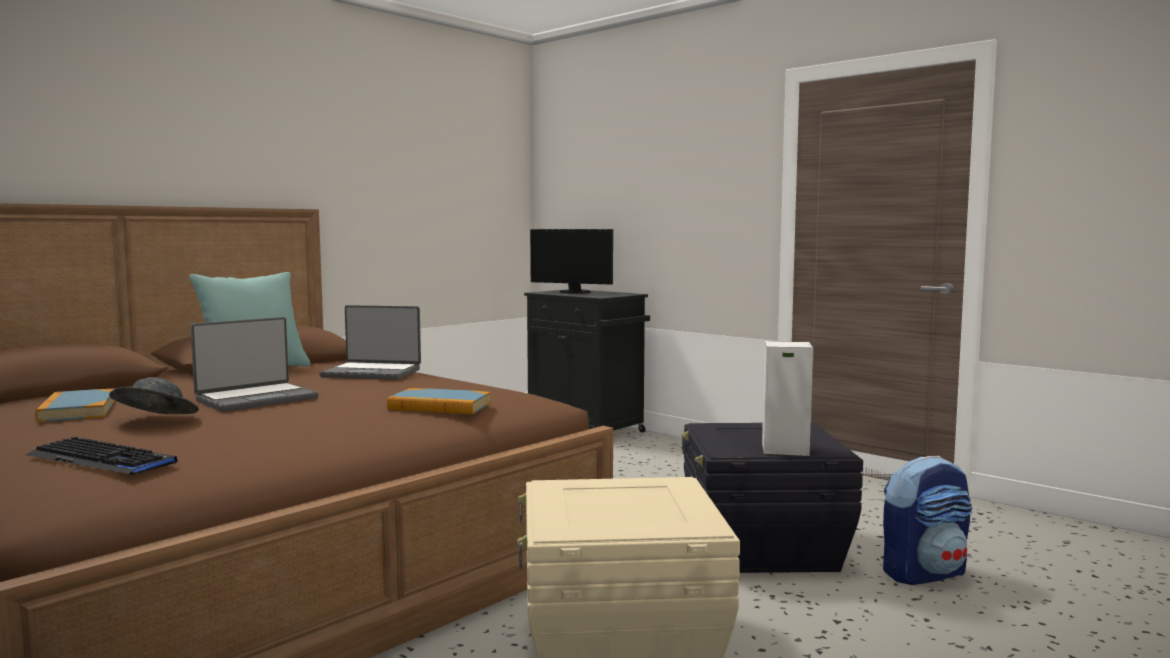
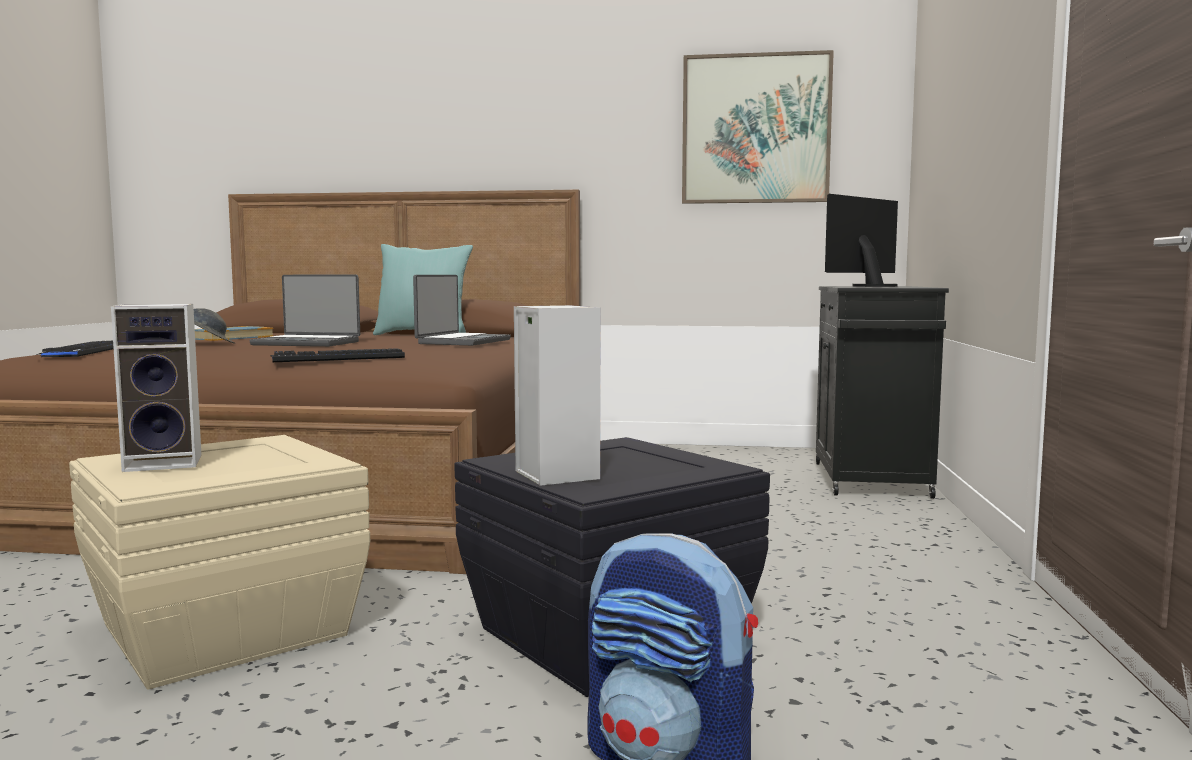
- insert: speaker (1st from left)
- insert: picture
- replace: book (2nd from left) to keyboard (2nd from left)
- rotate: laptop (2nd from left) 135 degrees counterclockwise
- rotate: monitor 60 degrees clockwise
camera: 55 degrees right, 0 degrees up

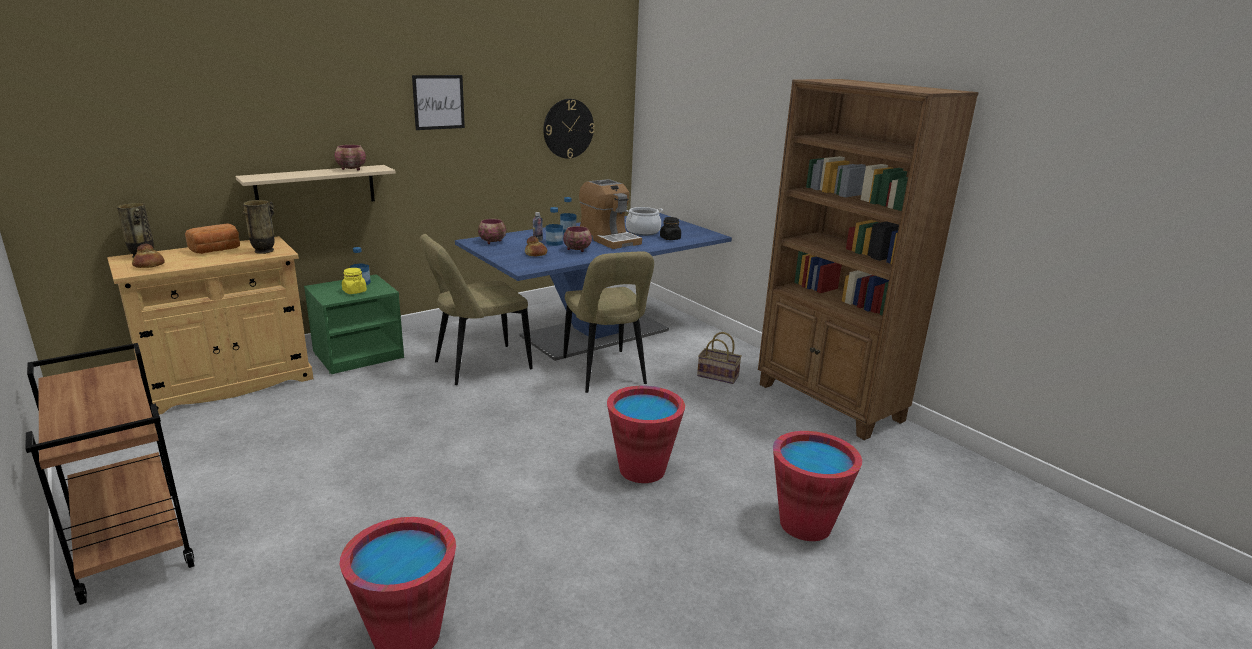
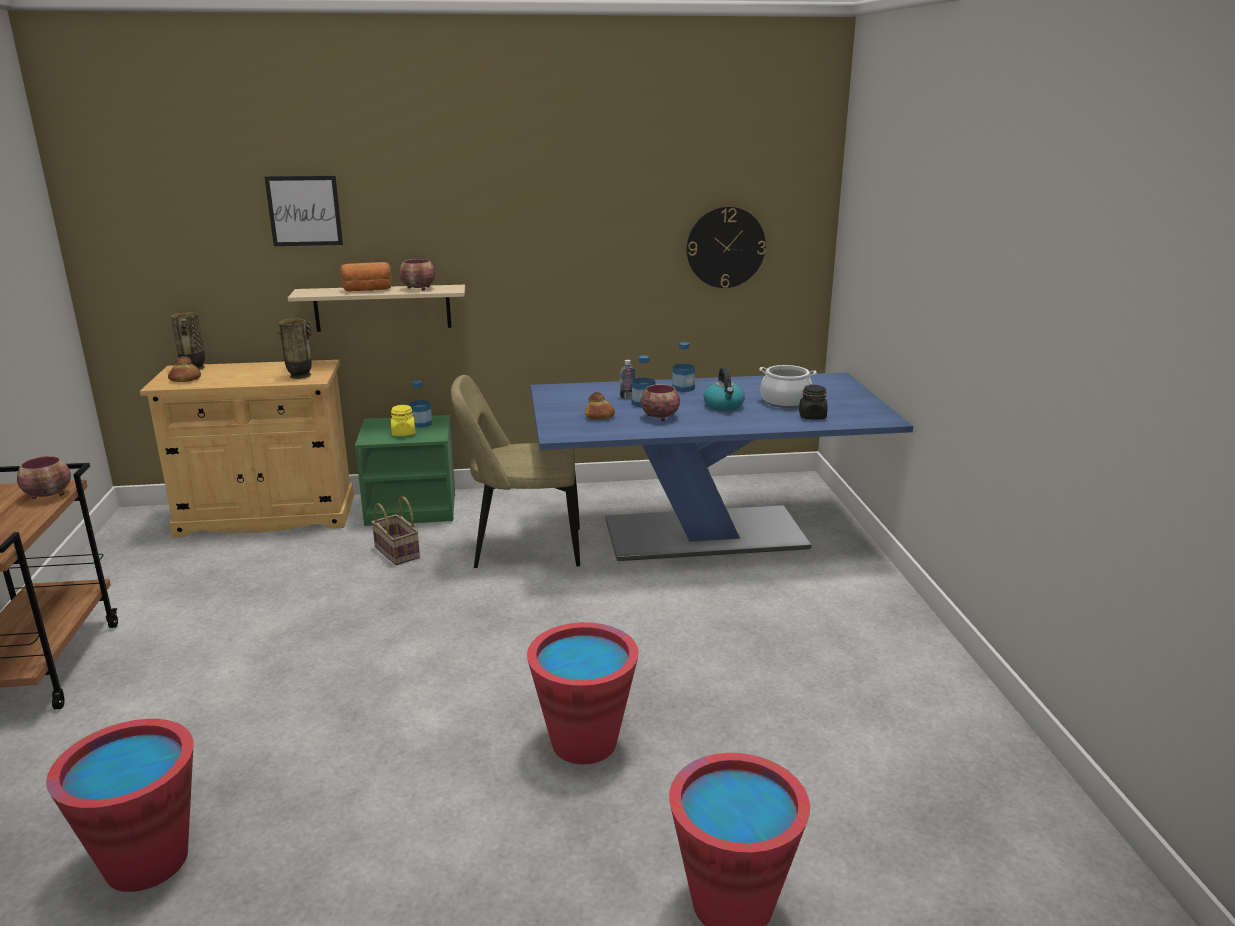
- delete: beige chair (2nd from left)
- delete: brown bookcase
- move: bread (2nd from left)
- move: picture
- move: bowl (2nd from left in the first image) to bowl (1st from left)
- move: basket
- replace: coffee machine to kettle
camera: 30 degrees right, 0 degrees up

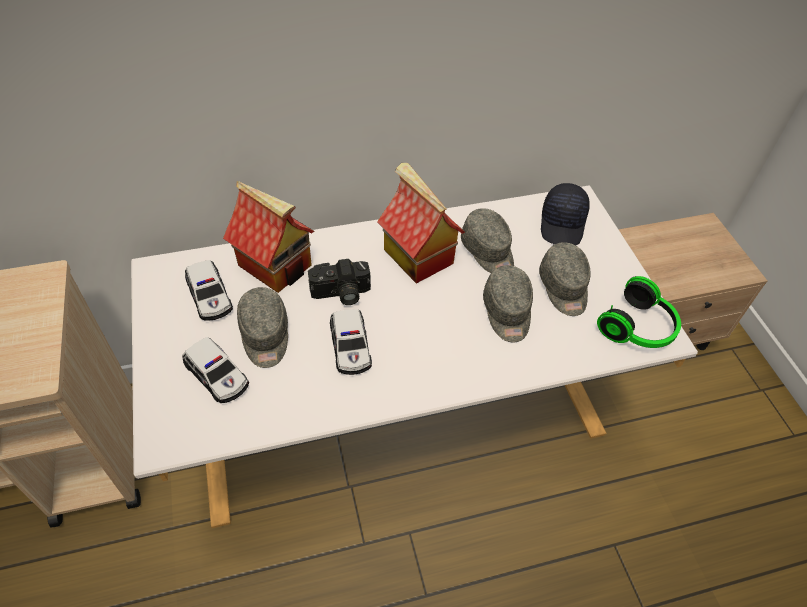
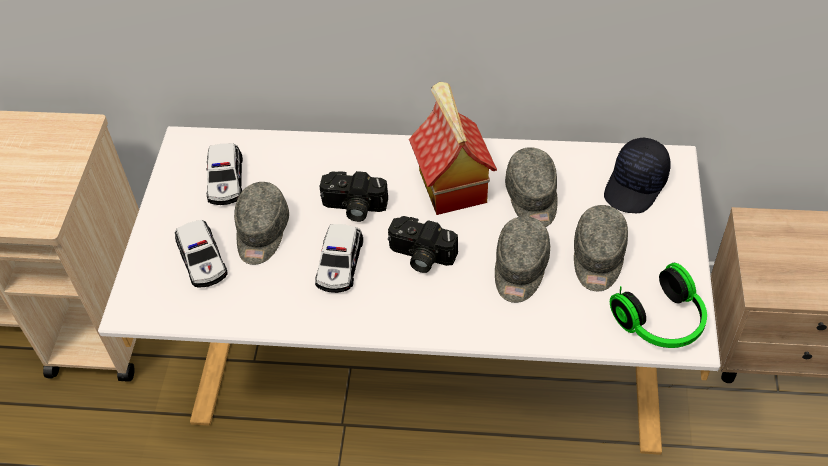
- delete: toy house (1st from left)
- insert: photo camera (2nd from left)
camera: 25 degrees right, 0 degrees up

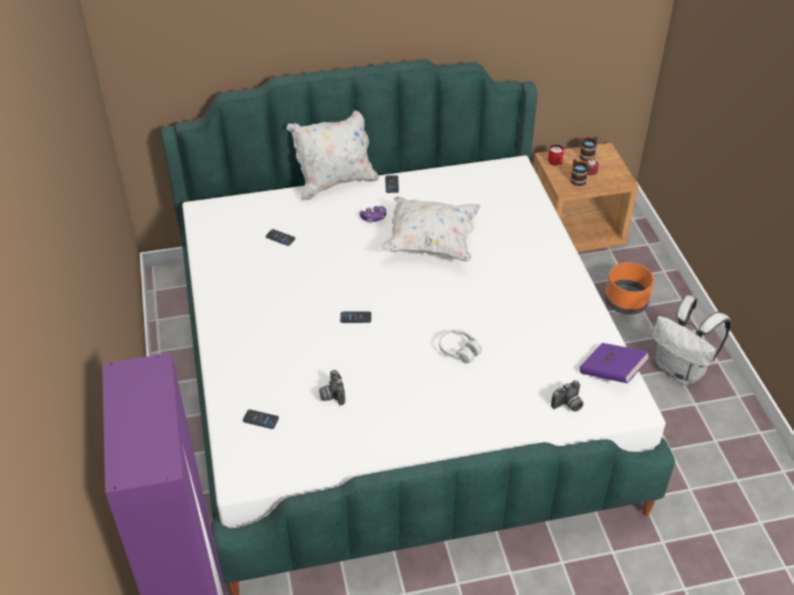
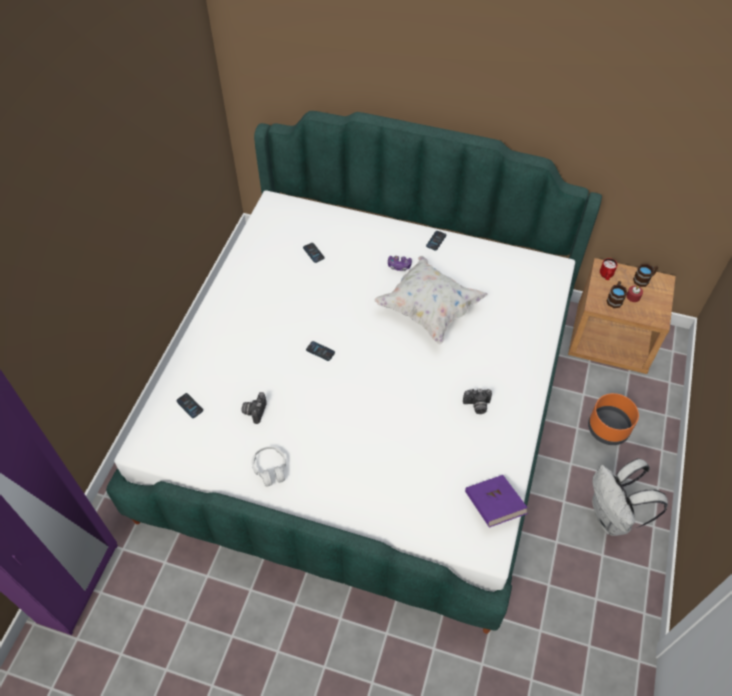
- delete: white pillow (1st from left)
- move: white headphones
- move: photo camera (2nd from left)
camera: 30 degrees right, 10 degrees up

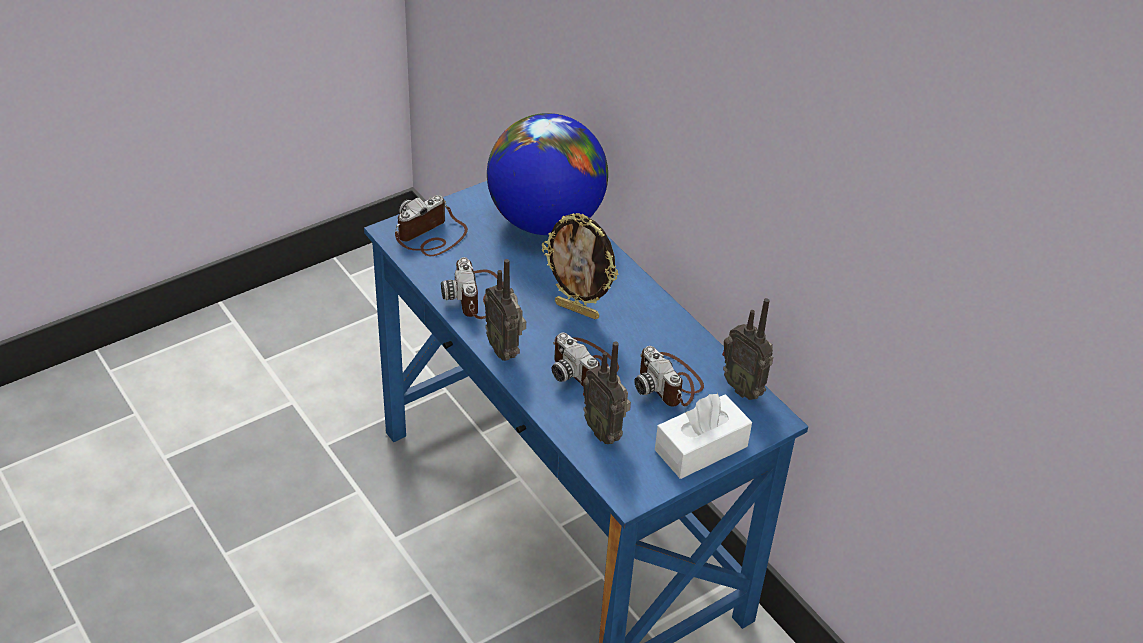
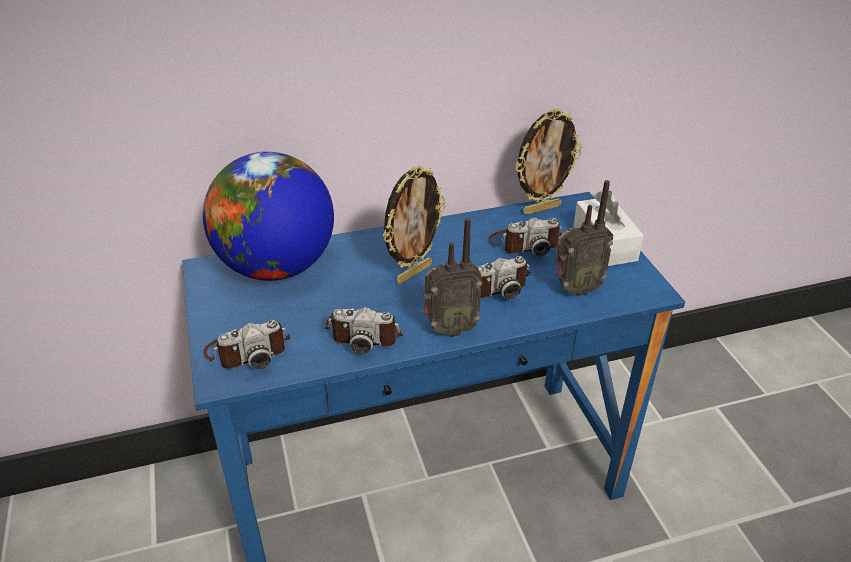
- replace: radio (3rd from left) to picture frame (2nd from left)
- rotate: photo camera (1st from left) 90 degrees counterclockwise
camera: 70 degrees left, 5 degrees down

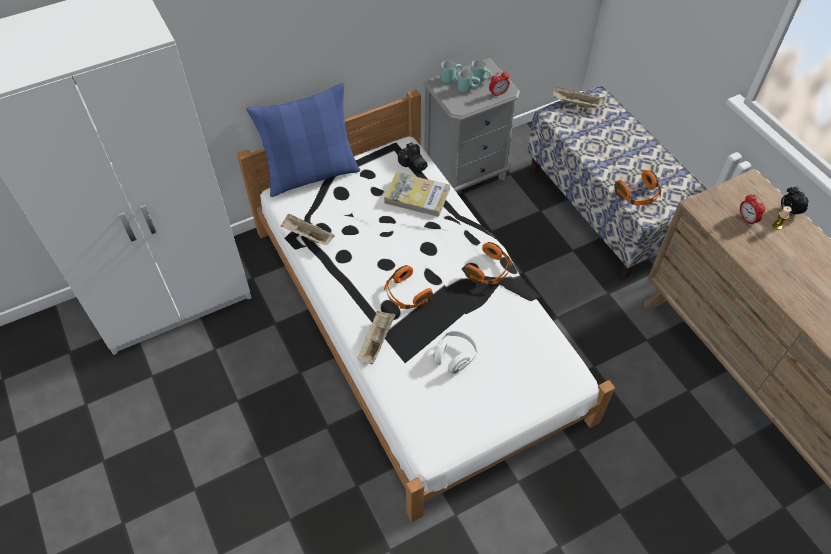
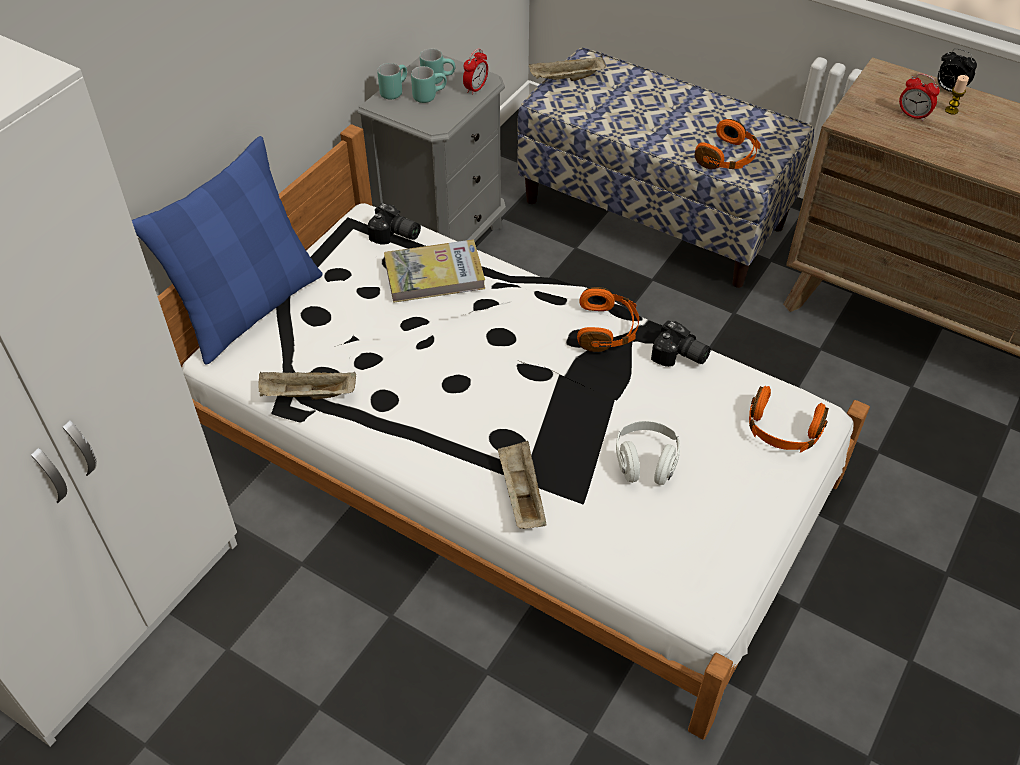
- insert: photo camera (2nd from left)
- move: orange headphones (1st from left in the first image) to orange headphones (3rd from left)
camera: 30 degrees left, 5 degrees down

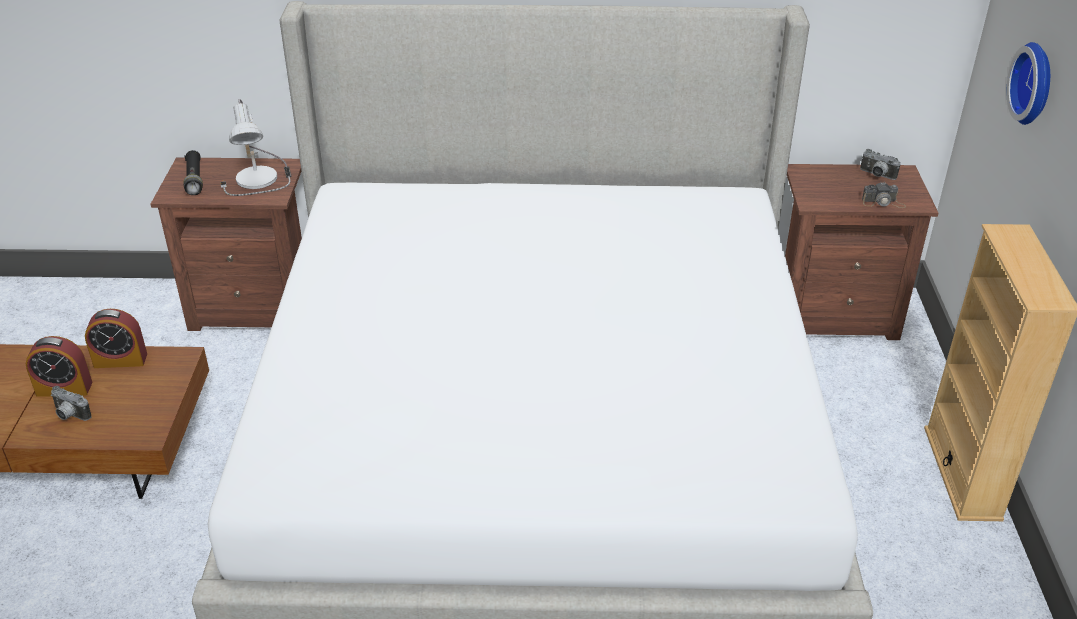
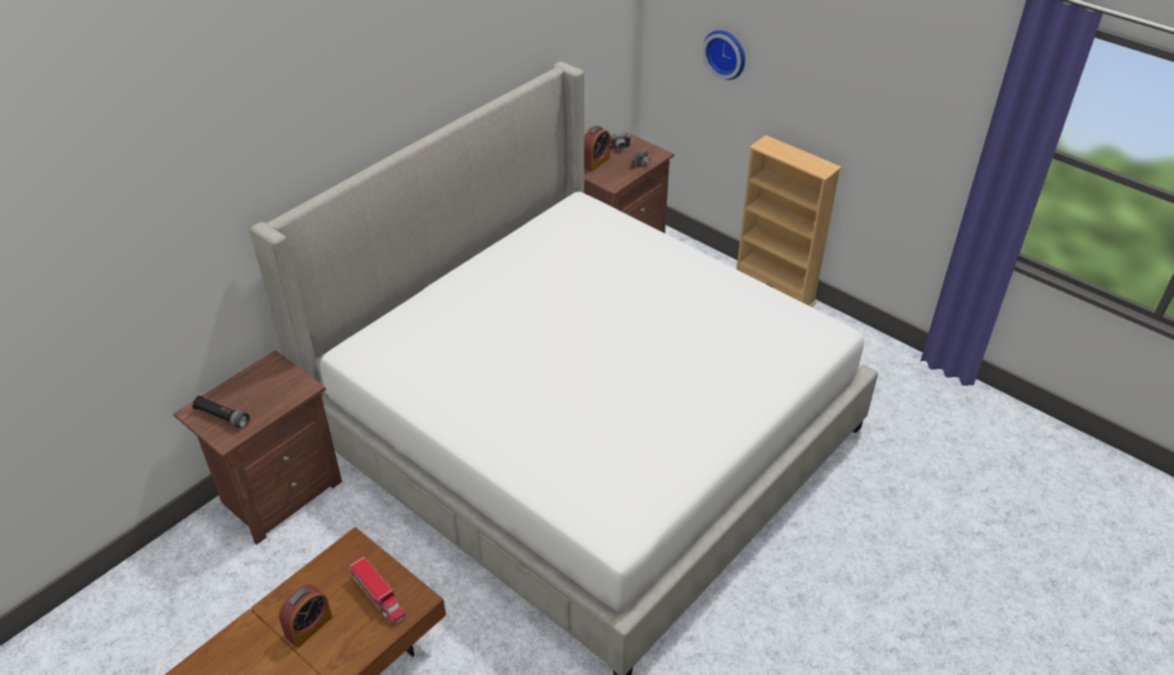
- delete: photo camera (1st from left)
- delete: table lamp
- insert: toy truck
- move: alarm clock (2nd from left)
camera: 50 degrees left, 5 degrees up

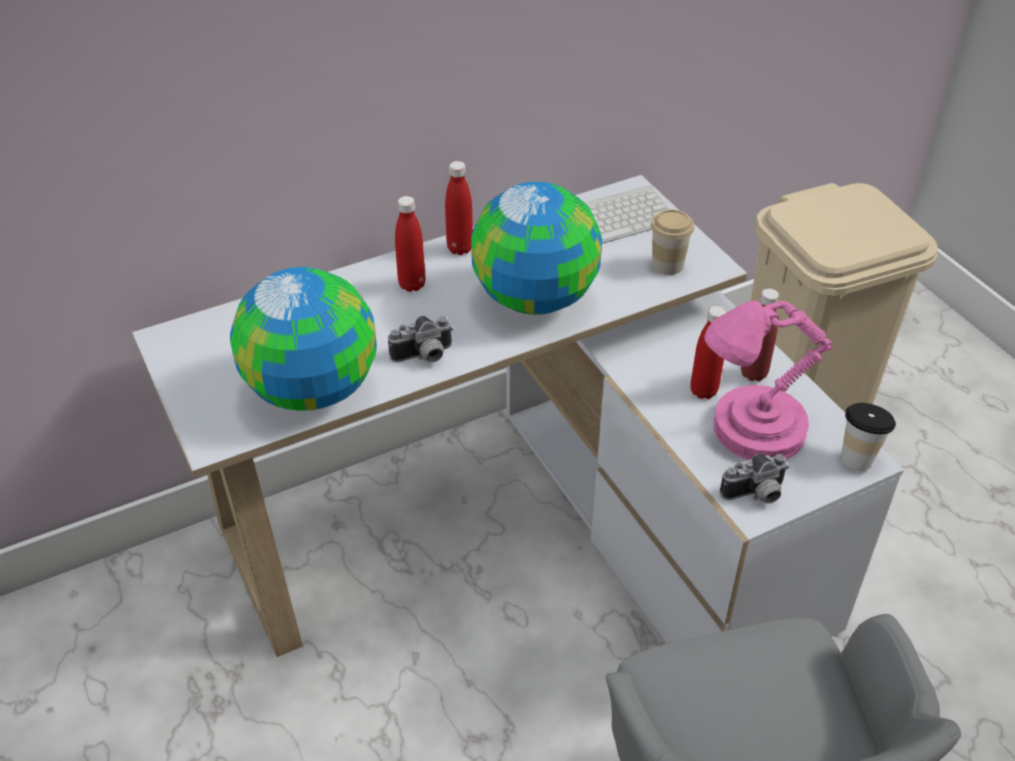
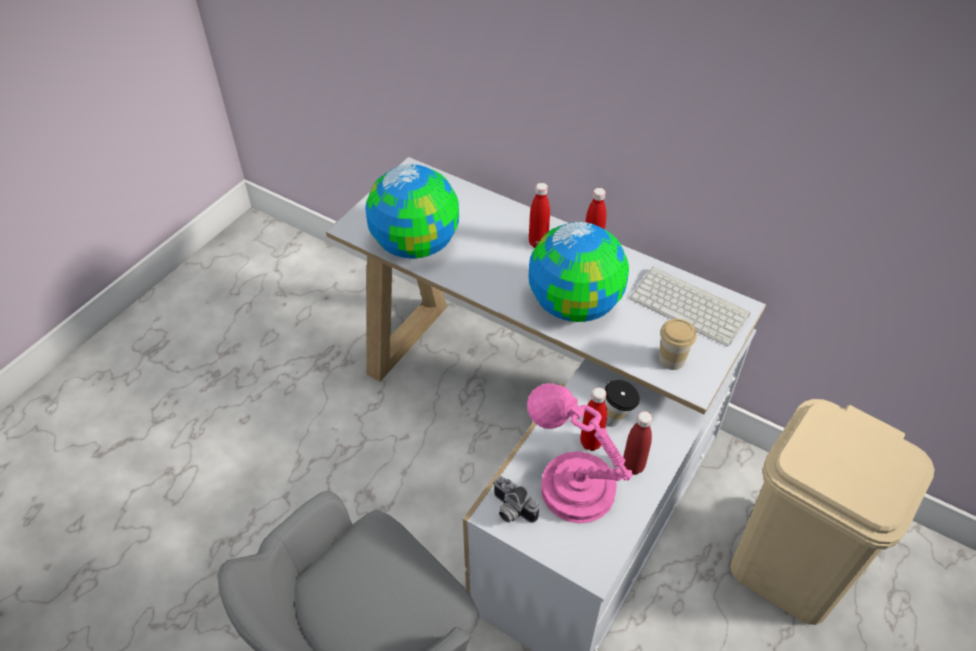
- delete: photo camera (1st from left)
- move: cup (2nd from left in the first image) to cup (1st from left)
camera: 60 degrees right, 5 degrees up

